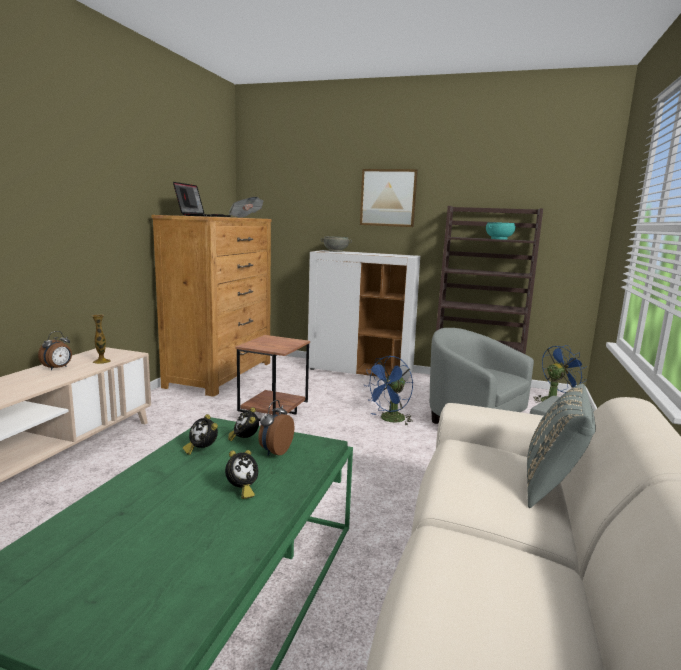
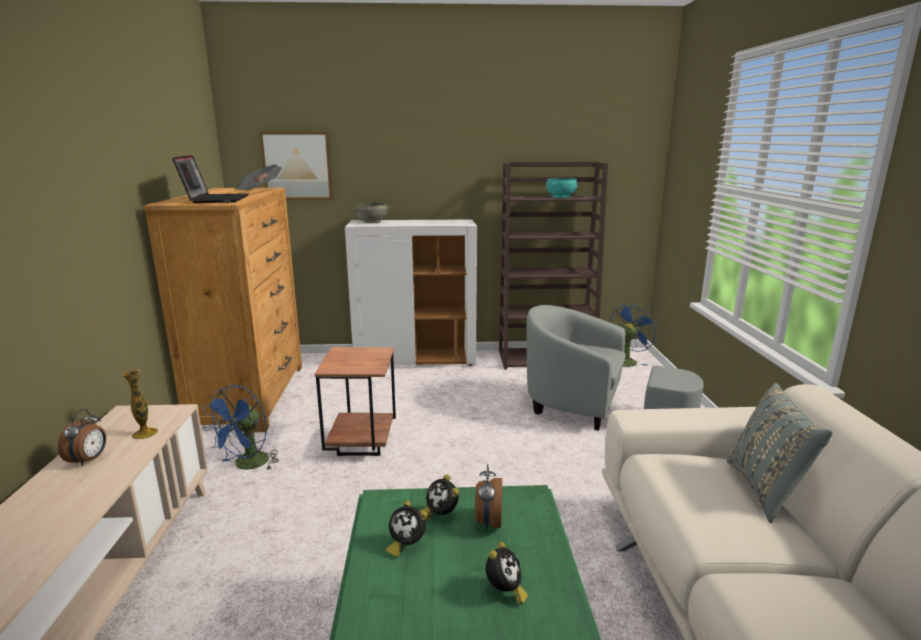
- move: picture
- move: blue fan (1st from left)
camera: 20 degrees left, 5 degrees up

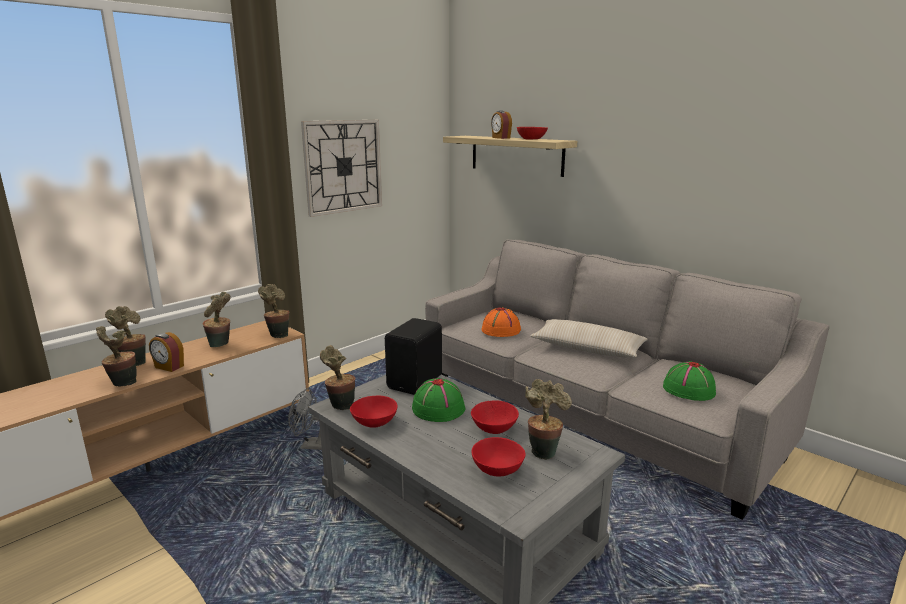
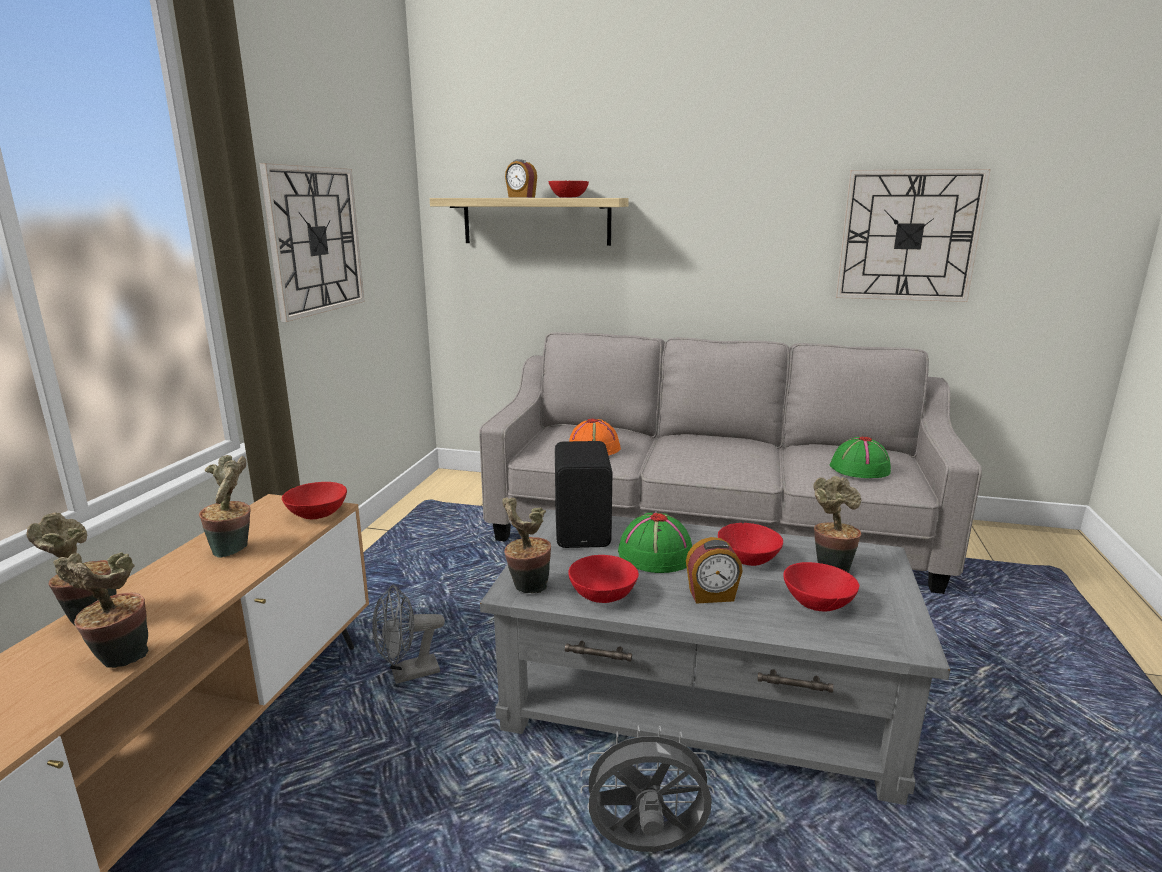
- delete: beige pillow
- insert: grey fan (2nd from left)
- insert: wall clock (2nd from left)
- move: alarm clock (1st from left in the first image) to alarm clock (2nd from left)
- replace: potted plant (4th from left) to red bowl (1st from left)
camera: 30 degrees left, 0 degrees up

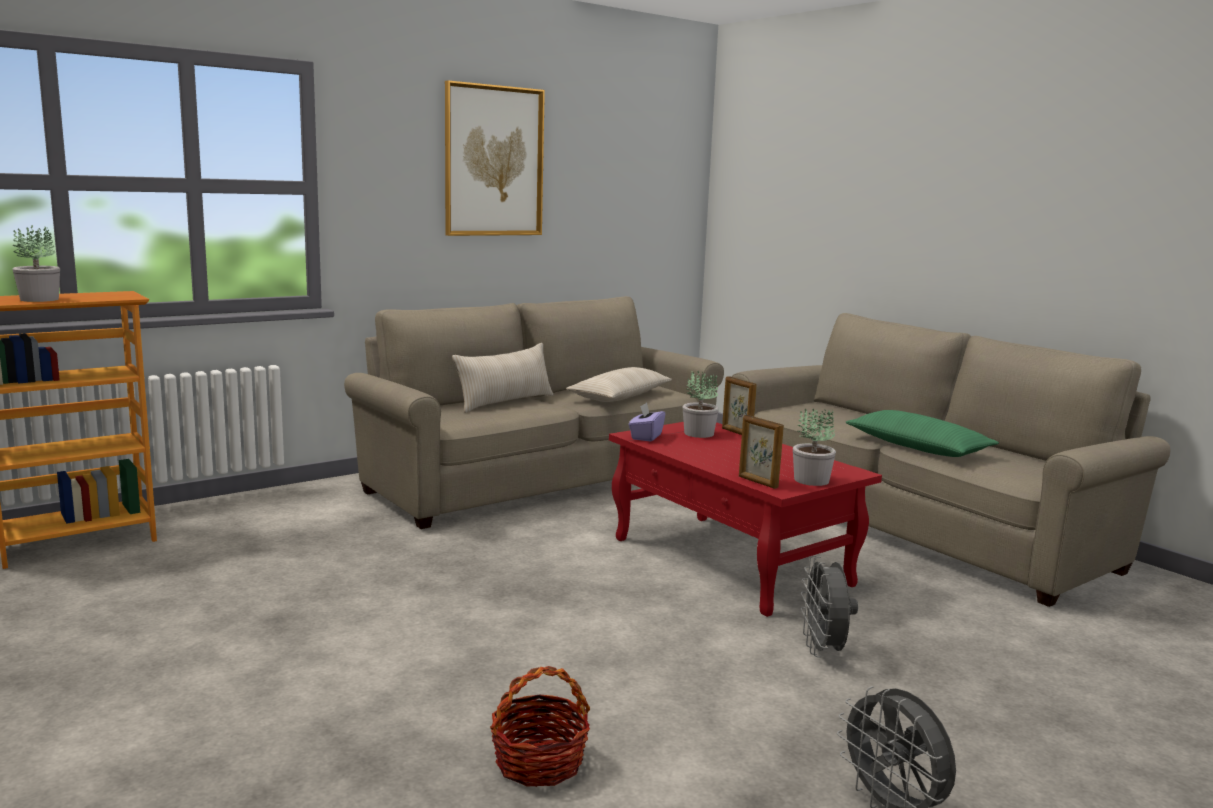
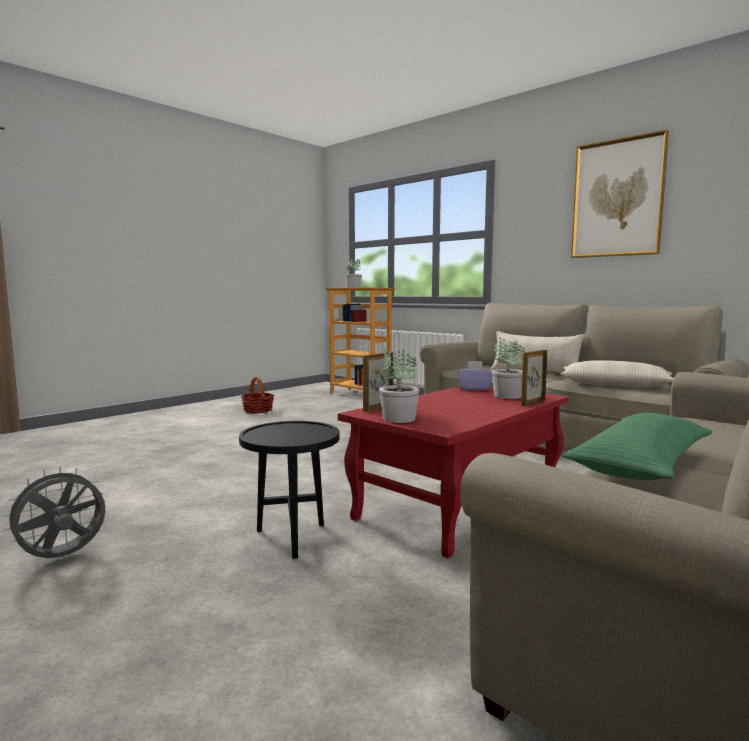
- move: basket
- replace: grey fan (1st from left) to black side table
camera: 80 degrees right, 5 degrees down

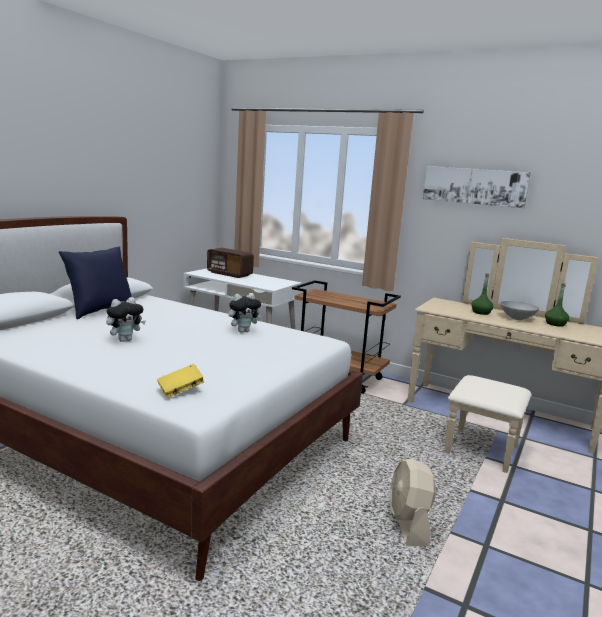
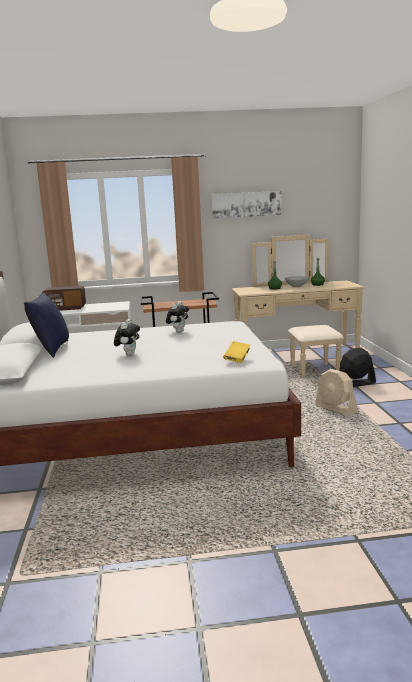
- insert: black fan
camera: 35 degrees left, 0 degrees up

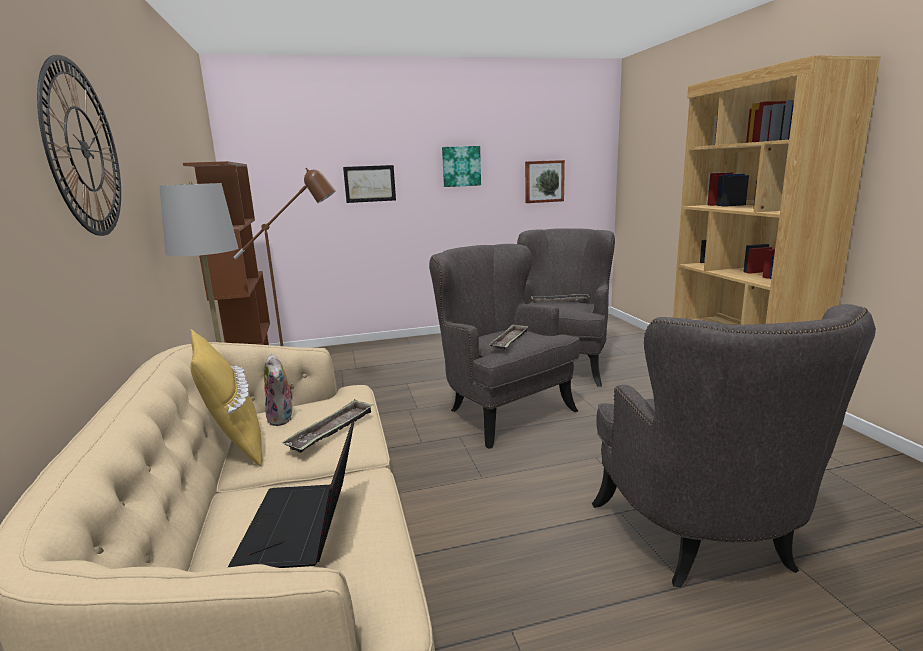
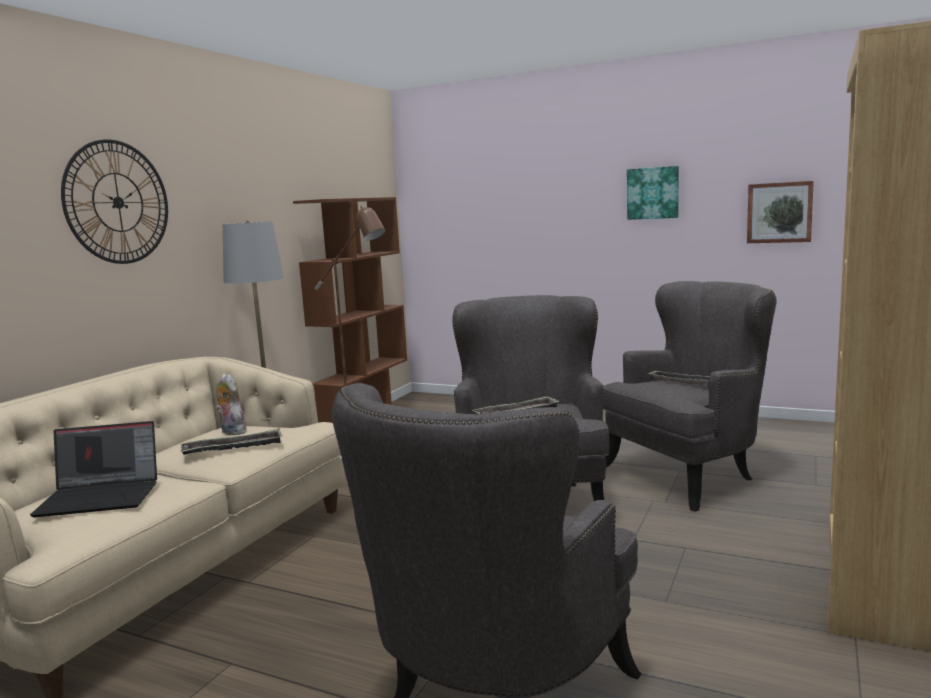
- delete: yellow pillow
- delete: picture (1st from left)
- rotate: laptop 135 degrees counterclockwise
- rotate: plush toy 120 degrees clockwise
camera: 40 degrees right, 5 degrees down

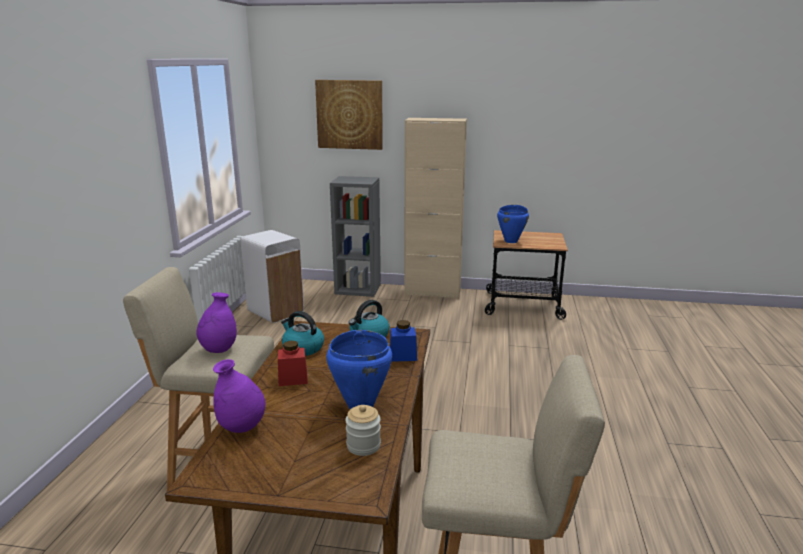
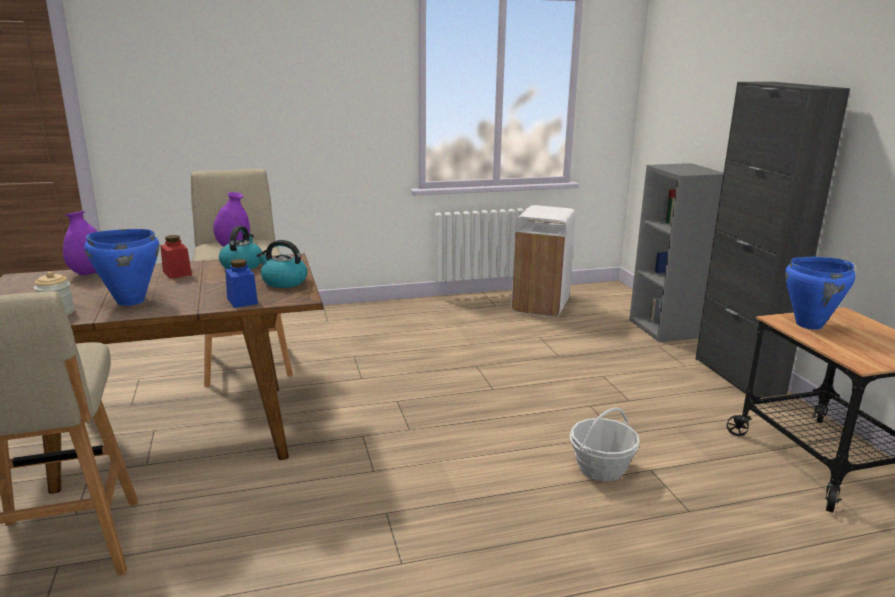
- delete: picture
- insert: basket
- recolor: beige cabinet to black cabinet
camera: 65 degrees right, 0 degrees up

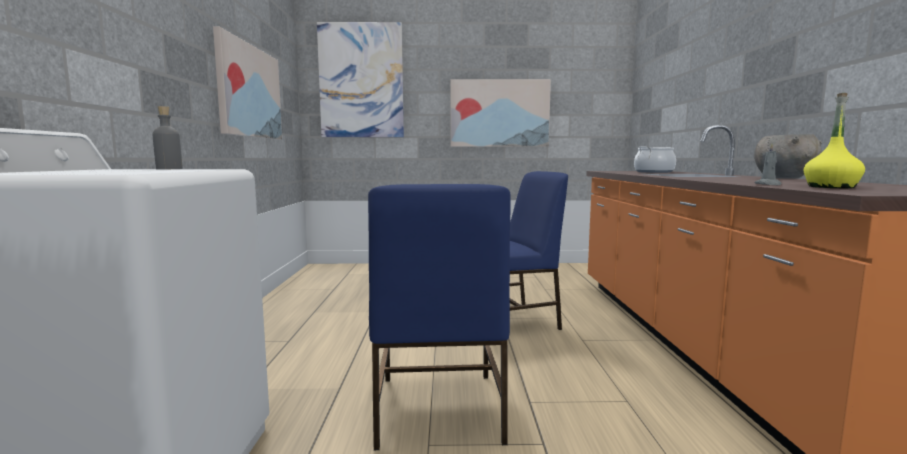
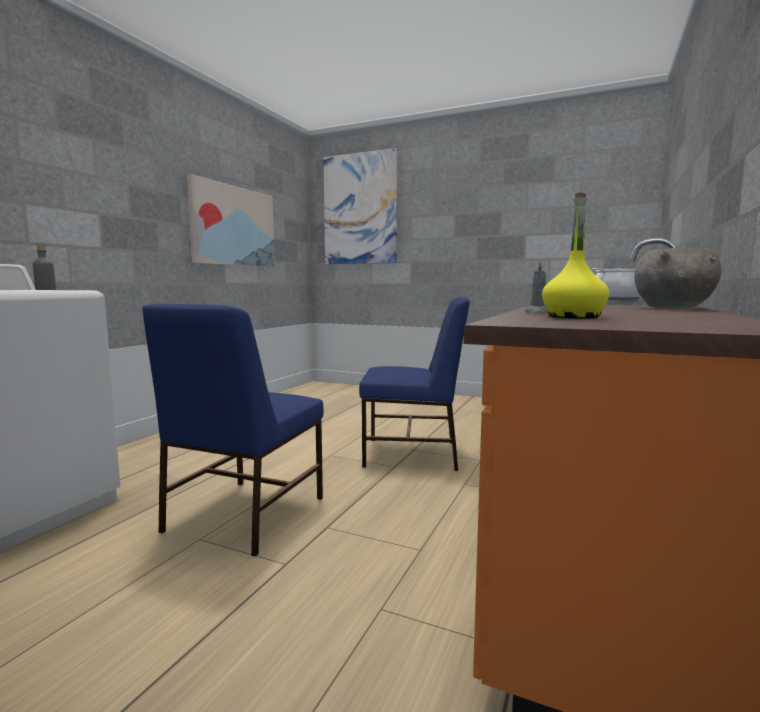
- delete: picture (3rd from left)
camera: 25 degrees right, 0 degrees up

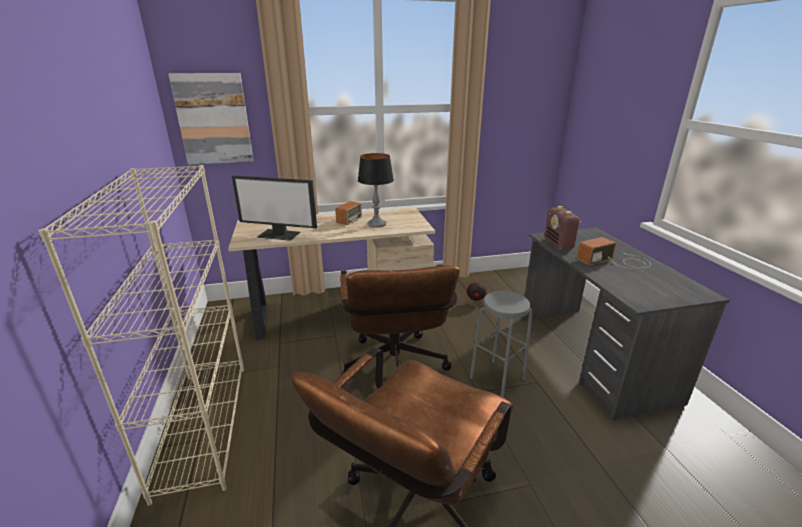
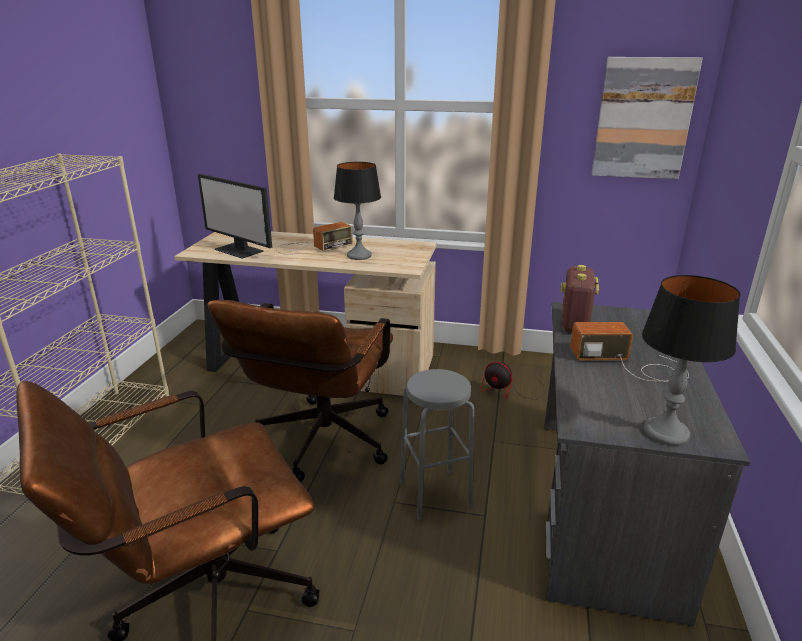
- insert: table lamp (2nd from left)
- move: picture
camera: 25 degrees right, 0 degrees up

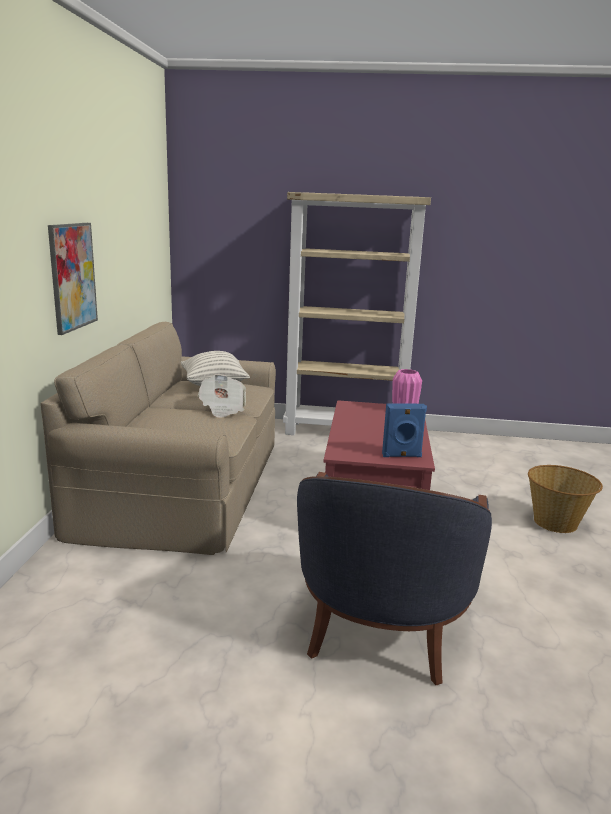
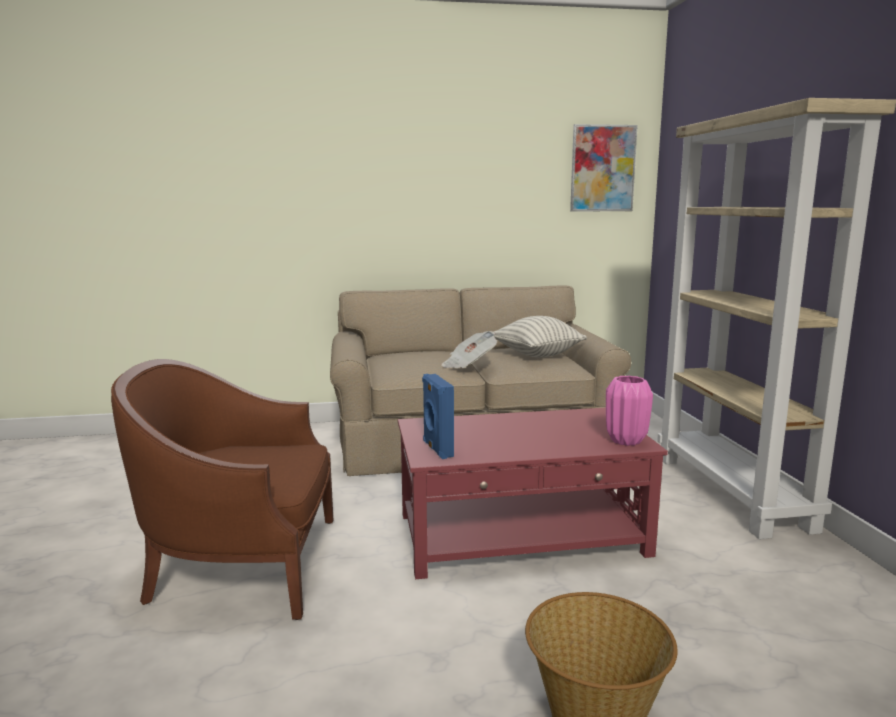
- move: picture
- recolor: blue armchair to brown armchair
camera: 75 degrees right, 5 degrees down

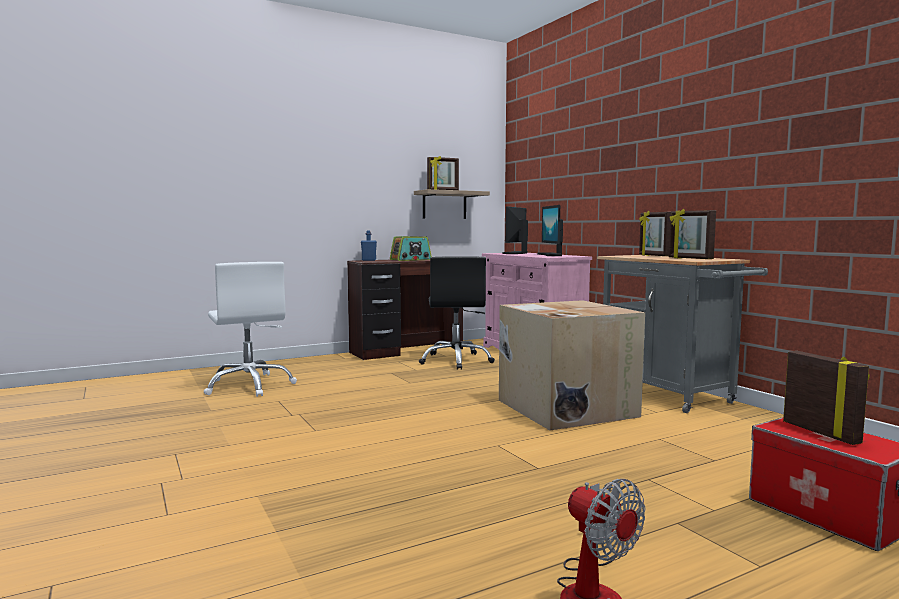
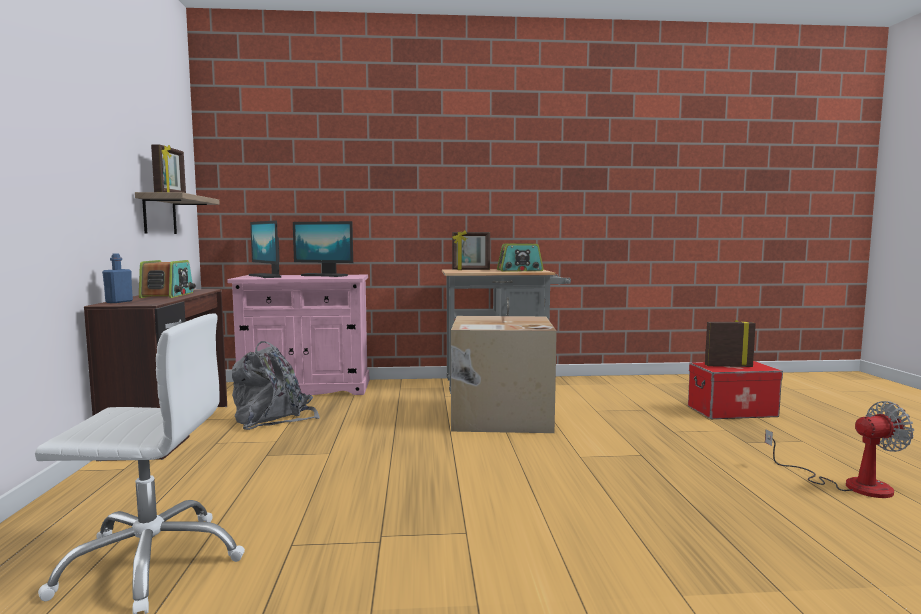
- replace: black office chair to grey backpack
- replace: picture frame (3rd from left) to radio (2nd from left)
camera: 65 degrees left, 0 degrees up

